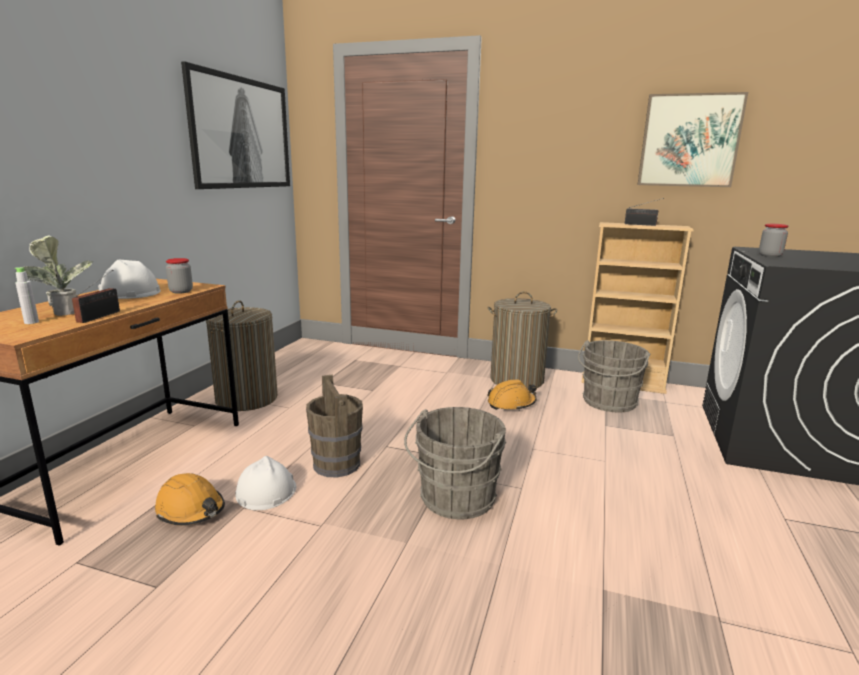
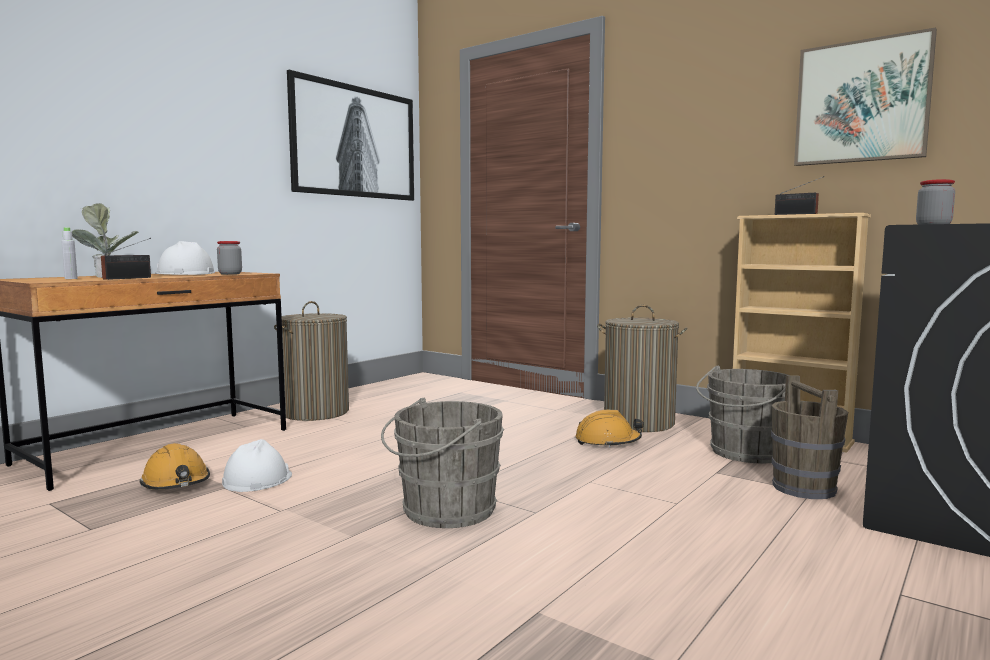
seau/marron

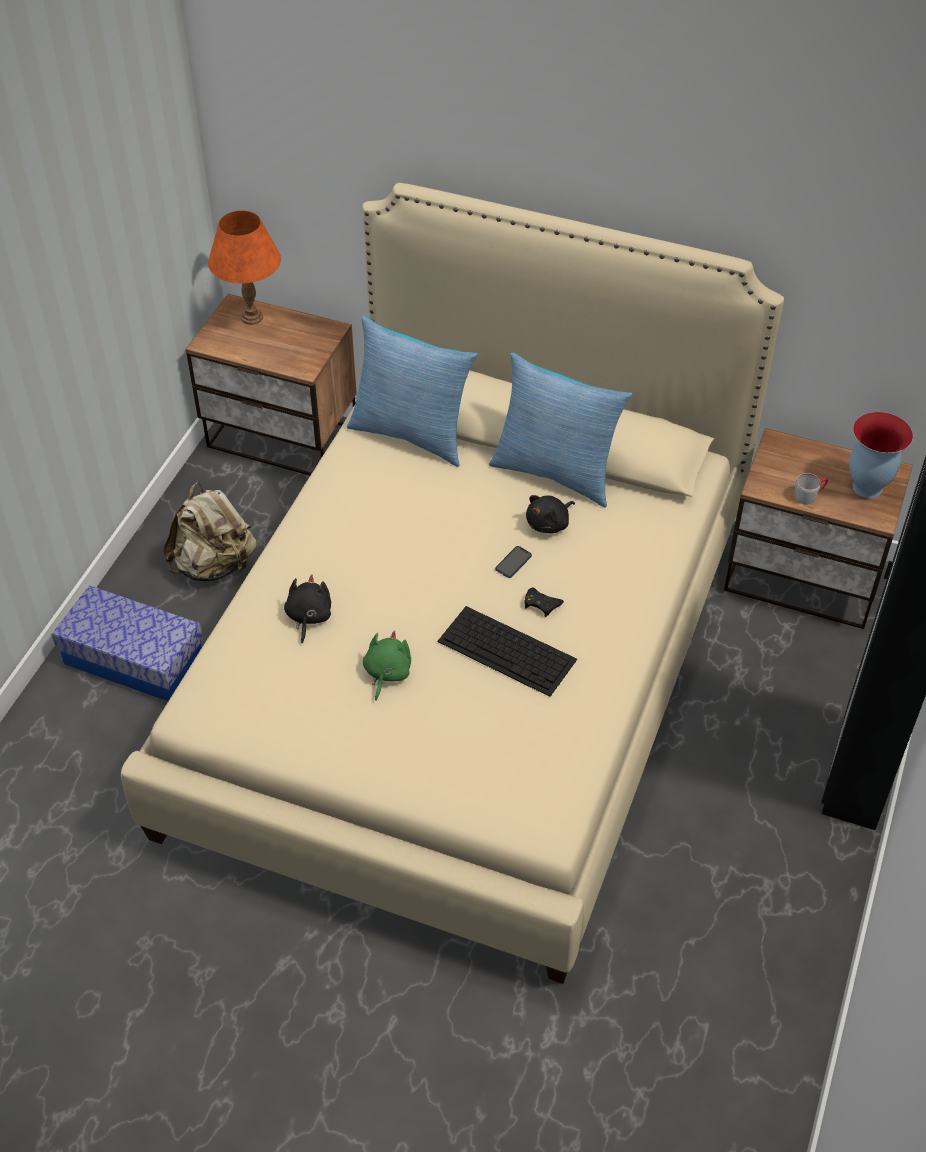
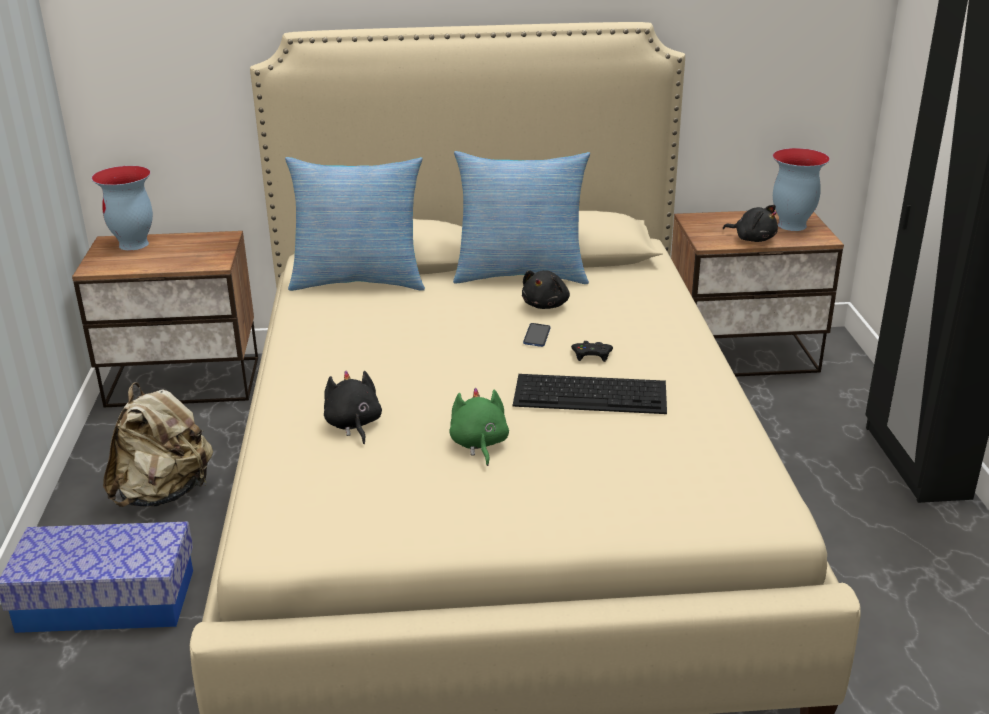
vase (no. 1 from left); peluche/noir (no. 3 from left)

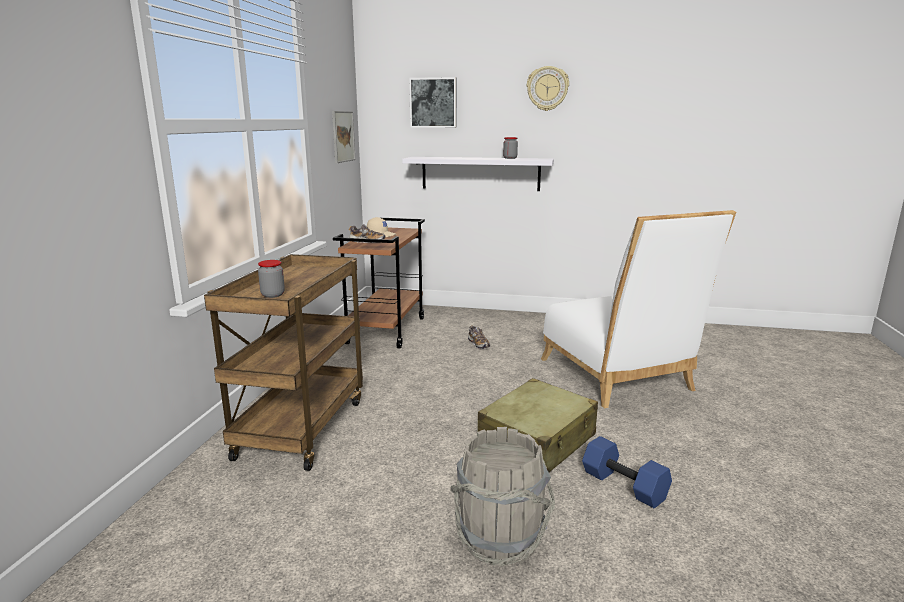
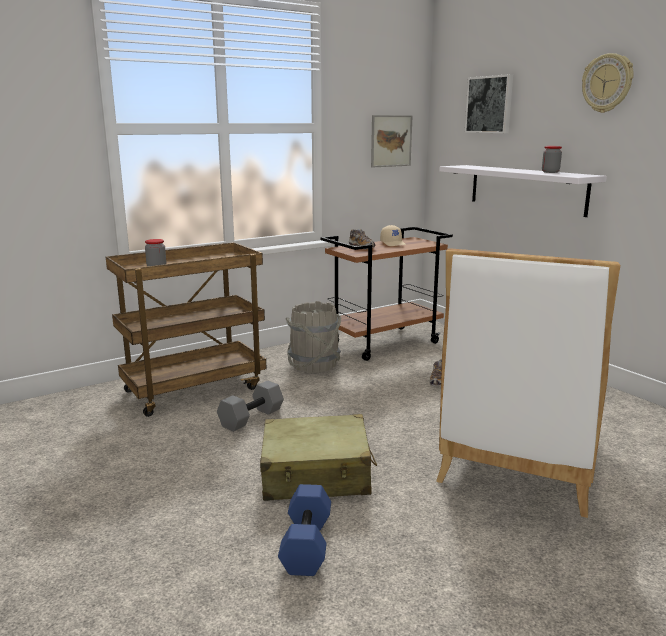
haltère/gris; seau/gris

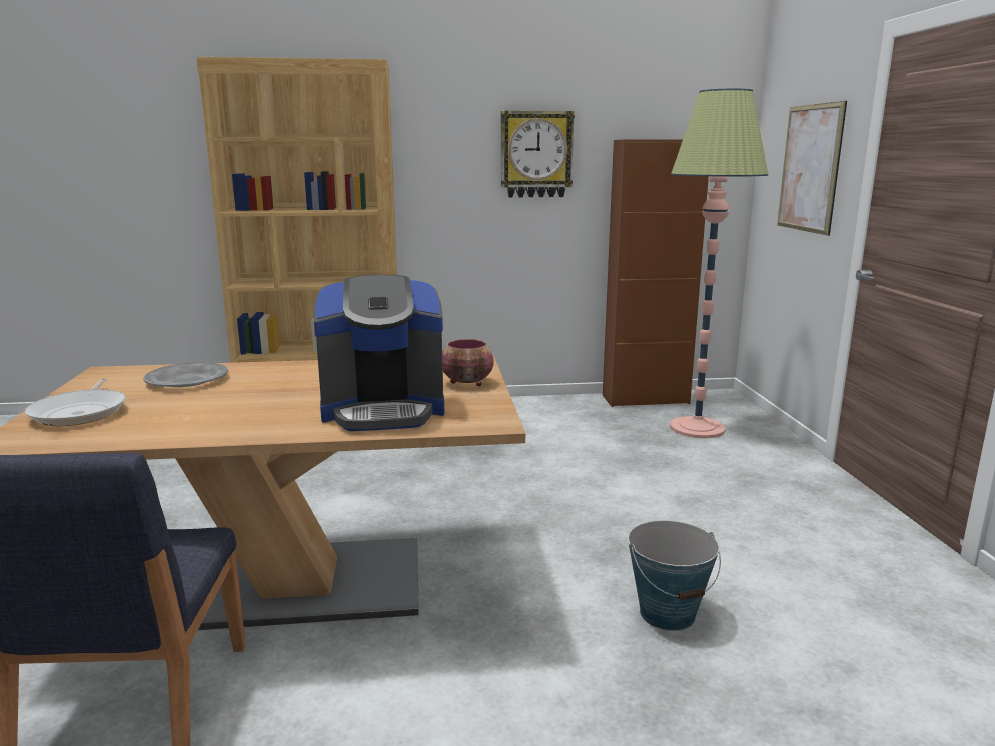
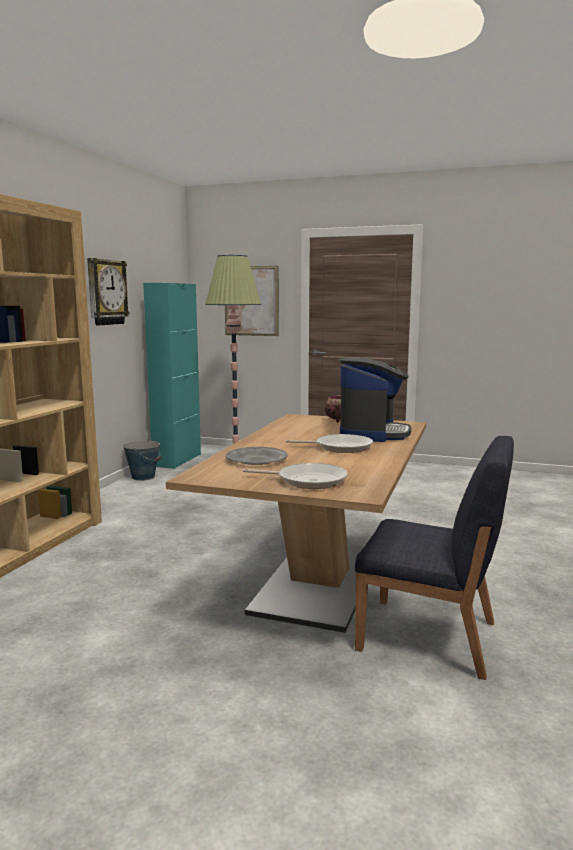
poêle (no. 2 from left); seau; meuble de rangement/turquoise

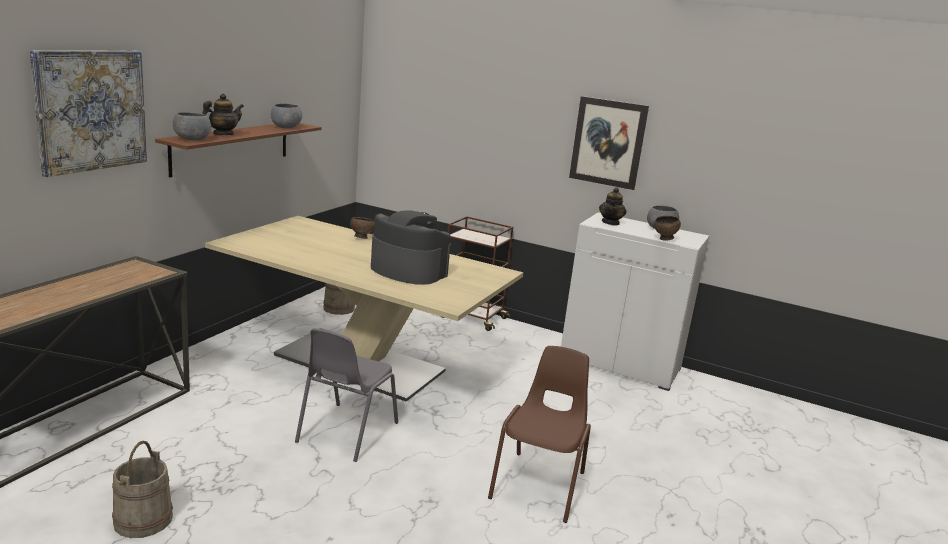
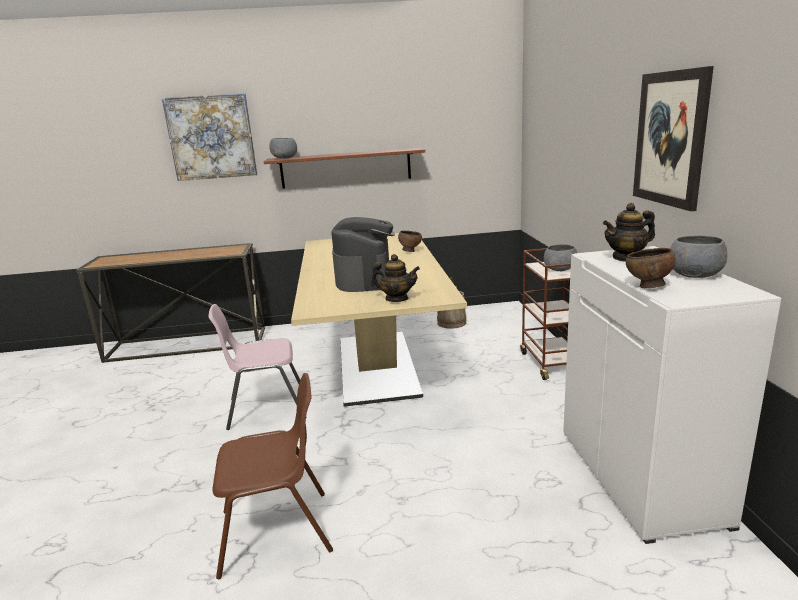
seau/beige (no. 1 from left in the first image); théière (no. 1 from left); bol/gris (no. 2 from left); chaise/rose

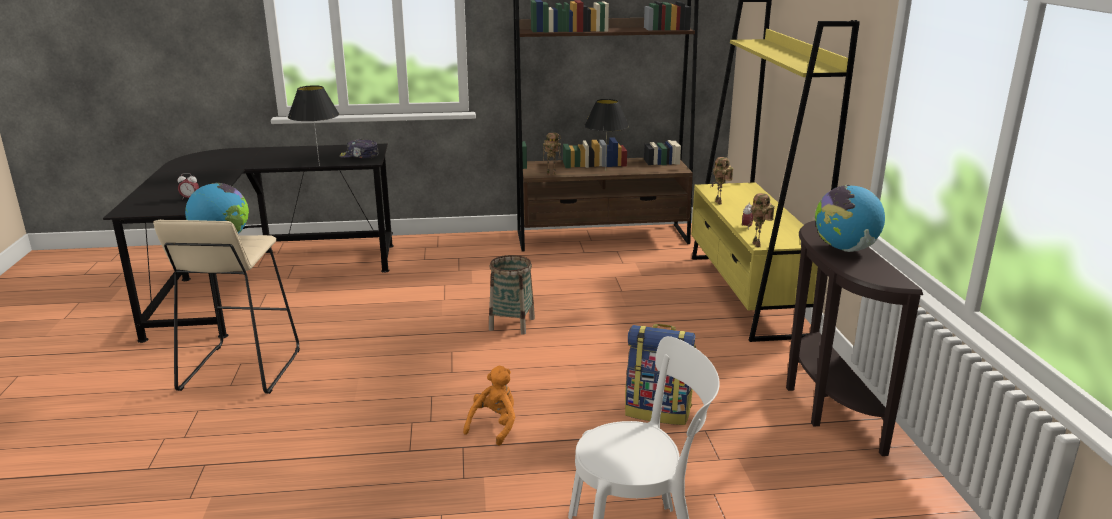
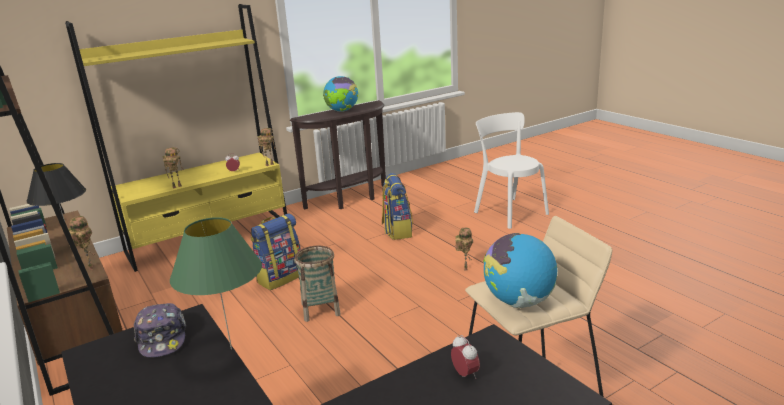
sac à dos (no. 1 from left); robot jouet (no. 4 from left); lampe de table/vert

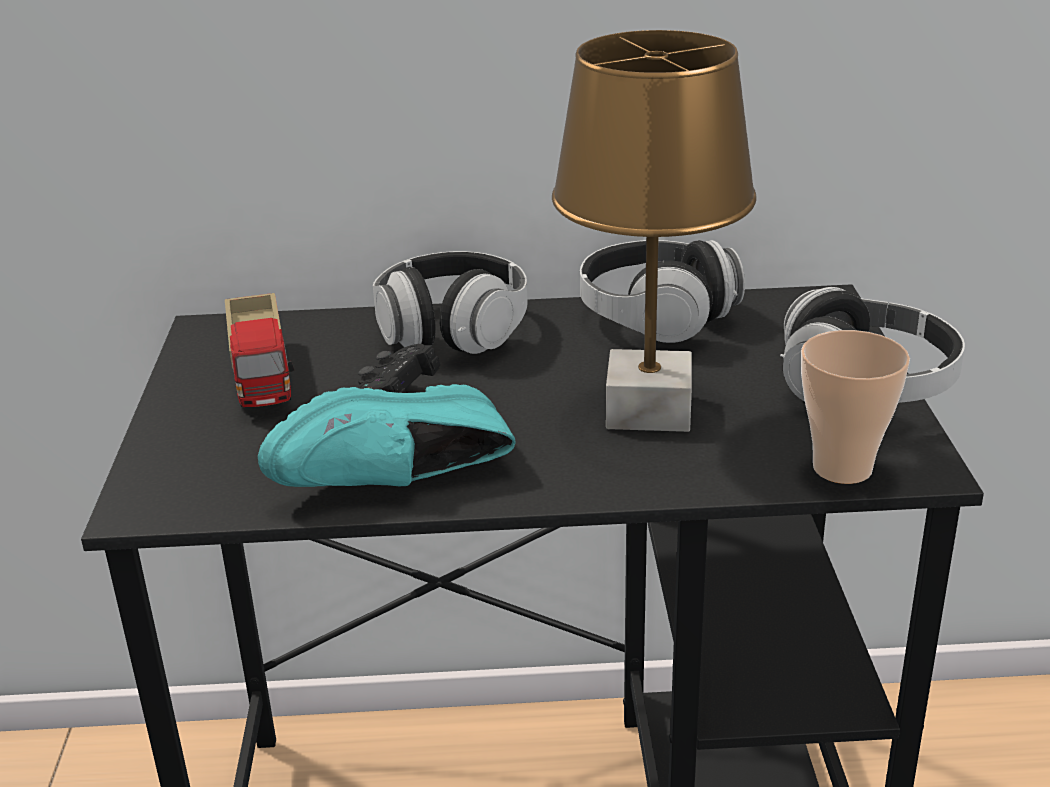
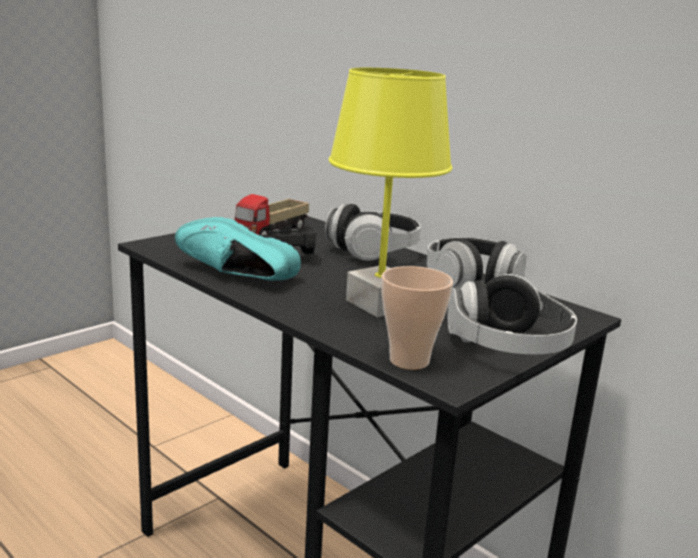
lampe de table/jaune

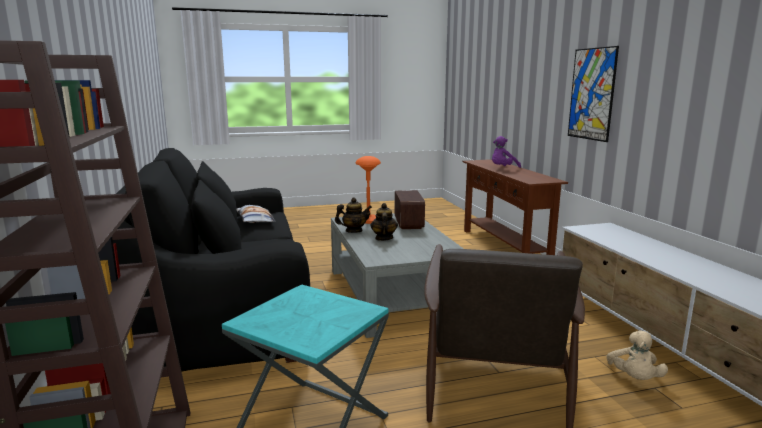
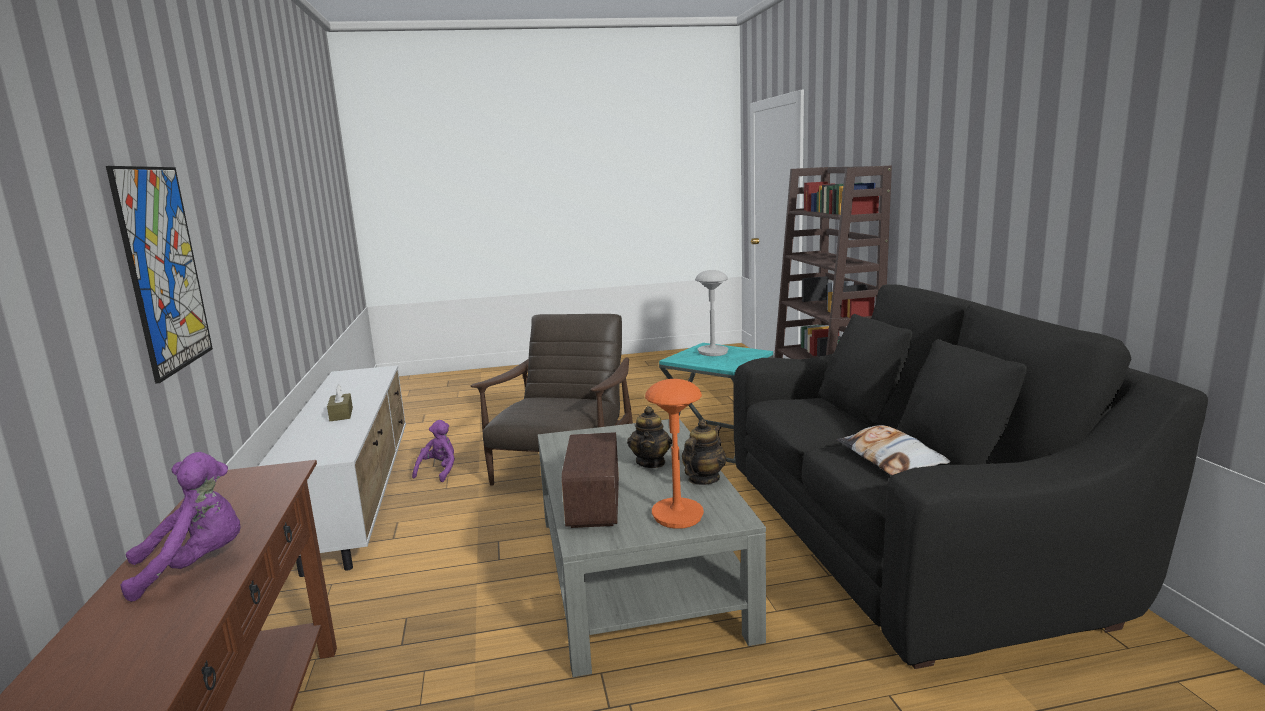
boîte à mouchoirs/marron; lampe de table/gris; peluche/violet (no. 2 from left); théière (no. 2 from left)

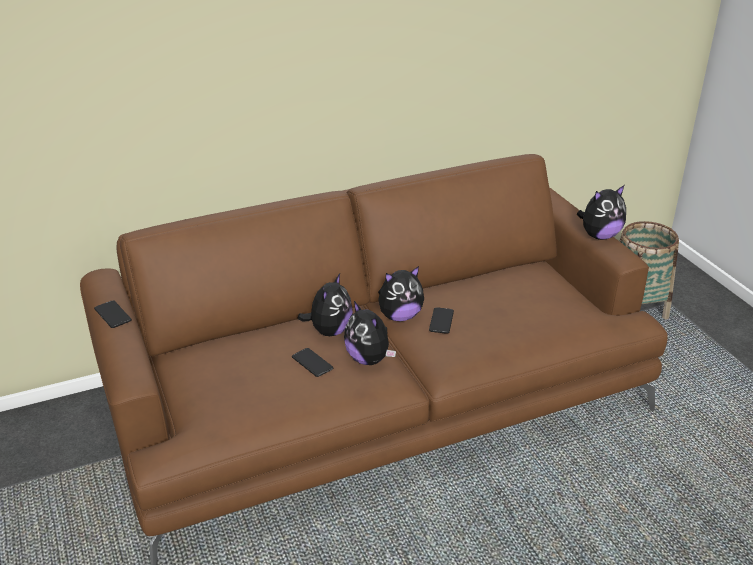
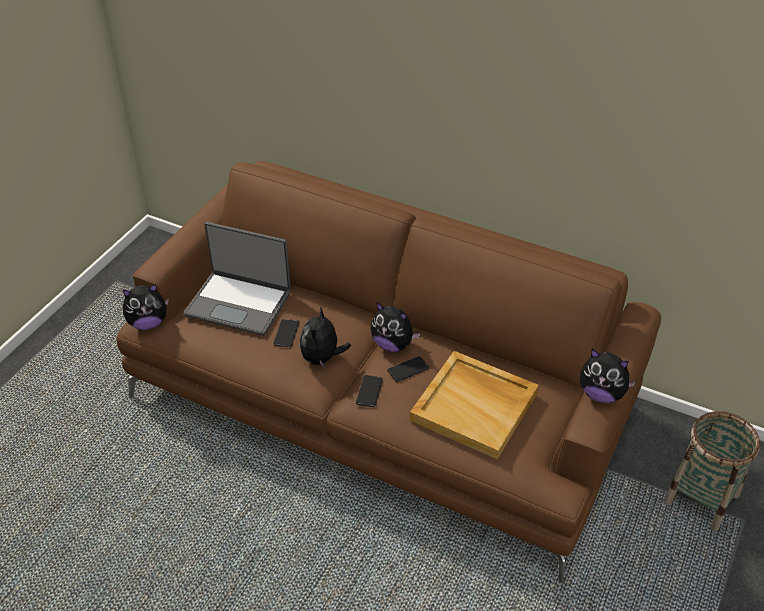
ordinateur portable; plateau/beige; téléphone (no. 2 from left); peluche (no. 1 from left)

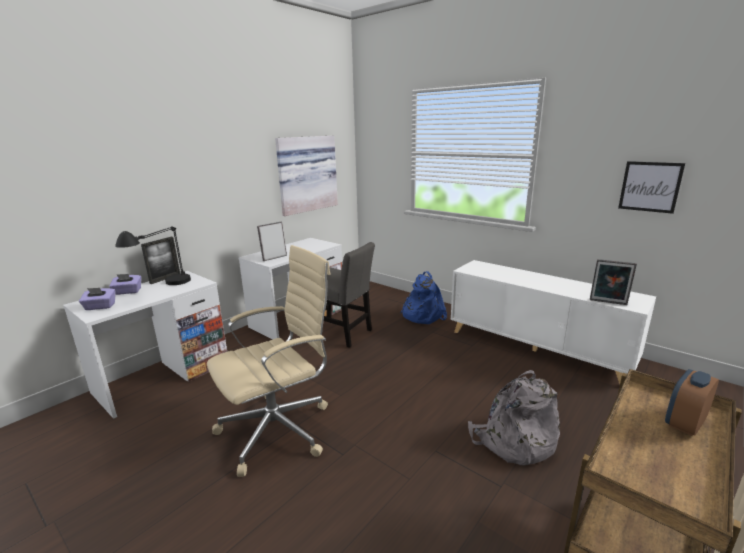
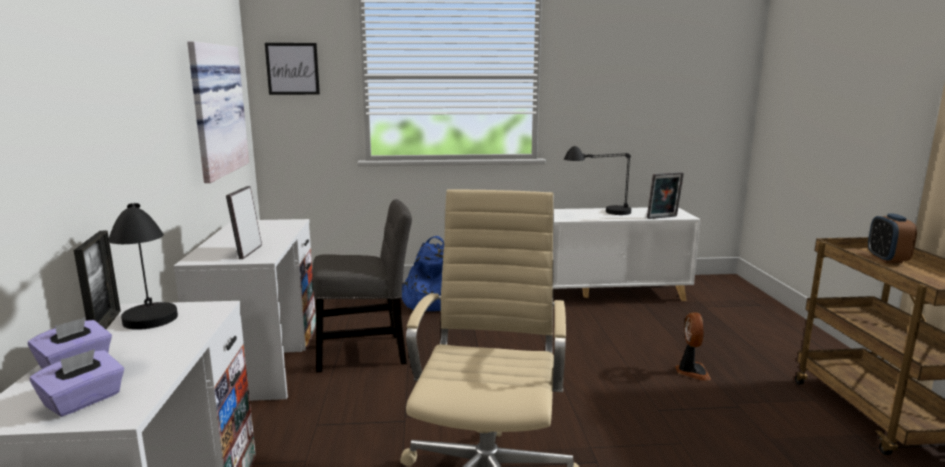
lampe de table/noir (no. 2 from left); tableau (no. 2 from left); ventilateur

